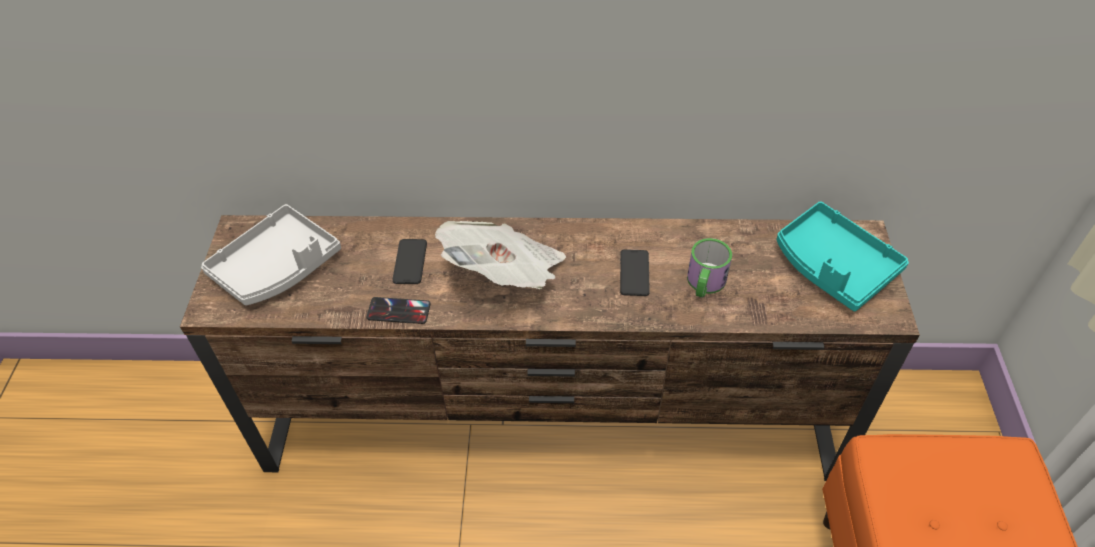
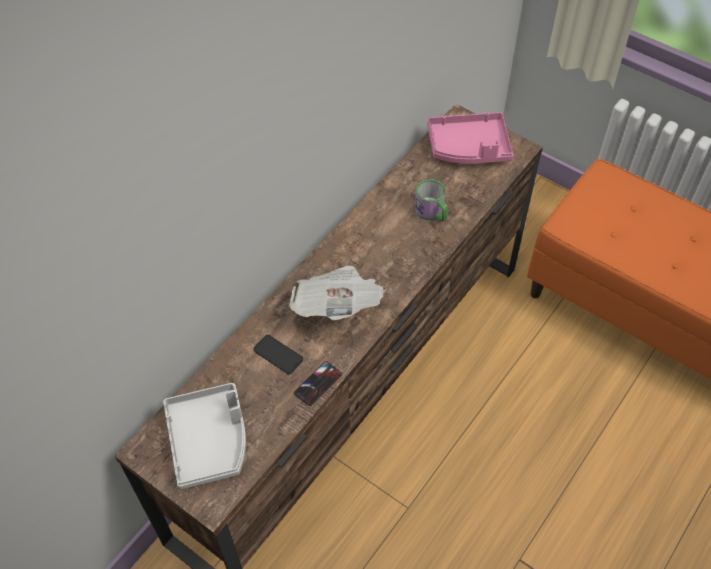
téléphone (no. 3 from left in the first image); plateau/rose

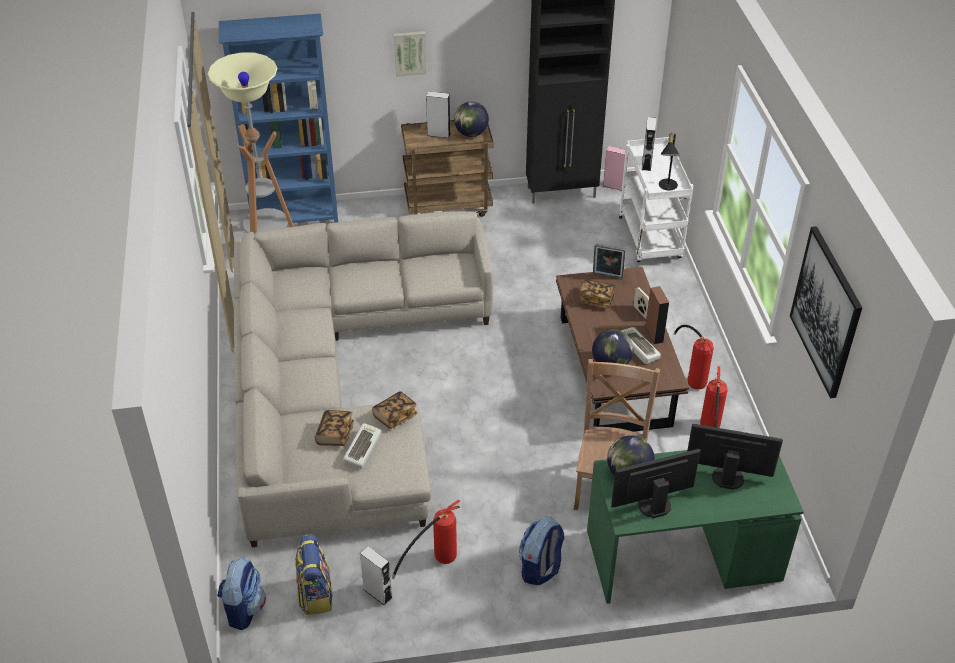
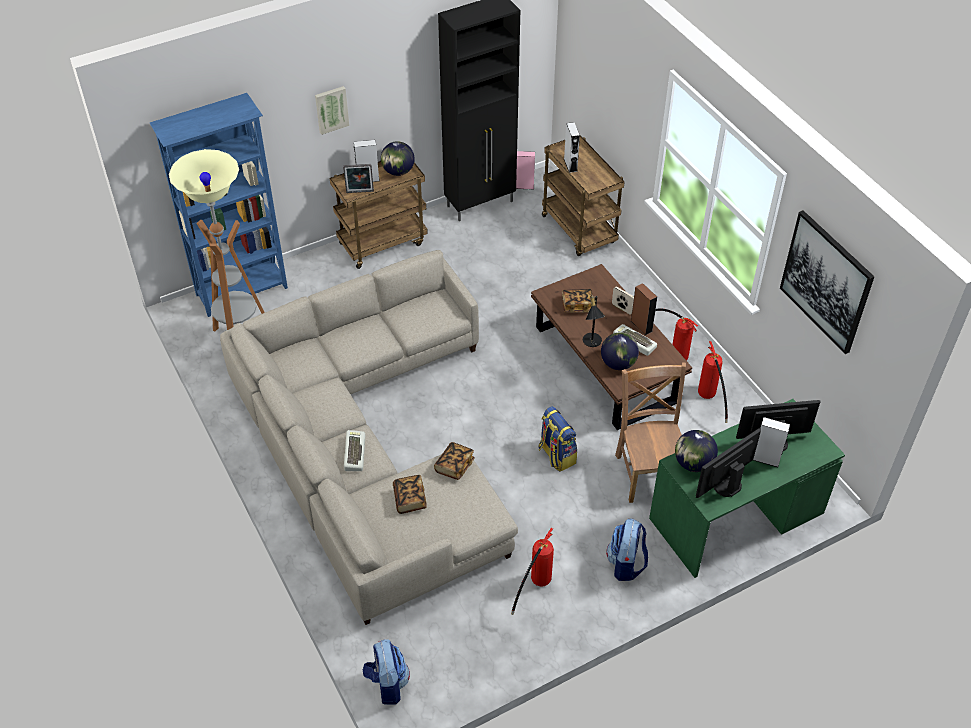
sac à dos (no. 2 from left); clavier (no. 1 from left); enceinte/gris (no. 3 from left); cadre photo (no. 1 from left); lampe de table/noir; chariot/marron (no. 2 from left)

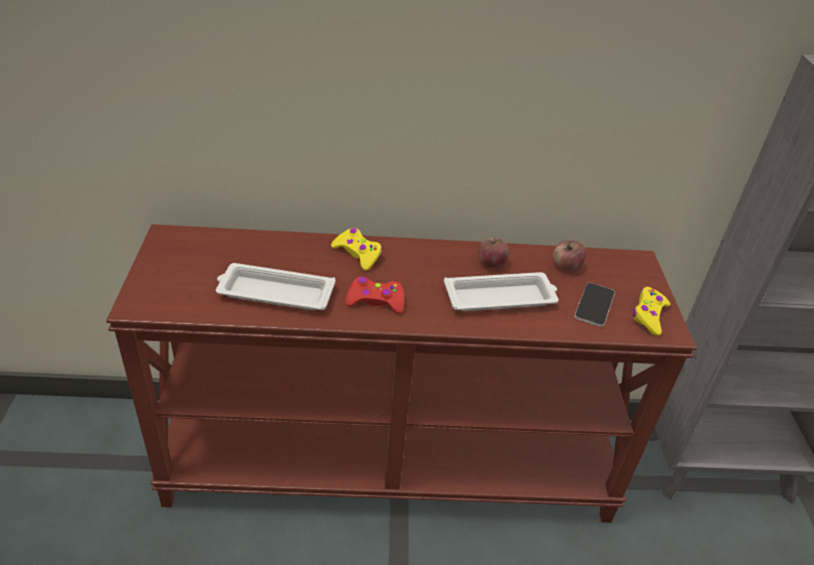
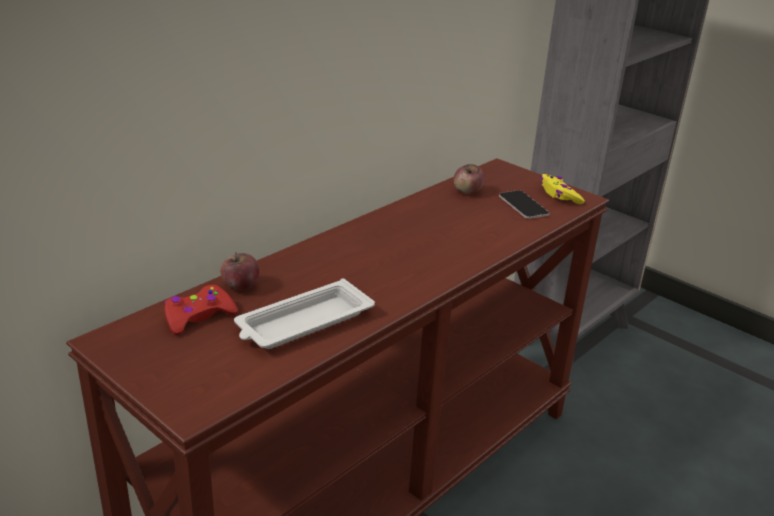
manette/jaune (no. 1 from left in the first image); plateau/blanc (no. 2 from left in the first image); manette/rouge; pomme (no. 1 from left)

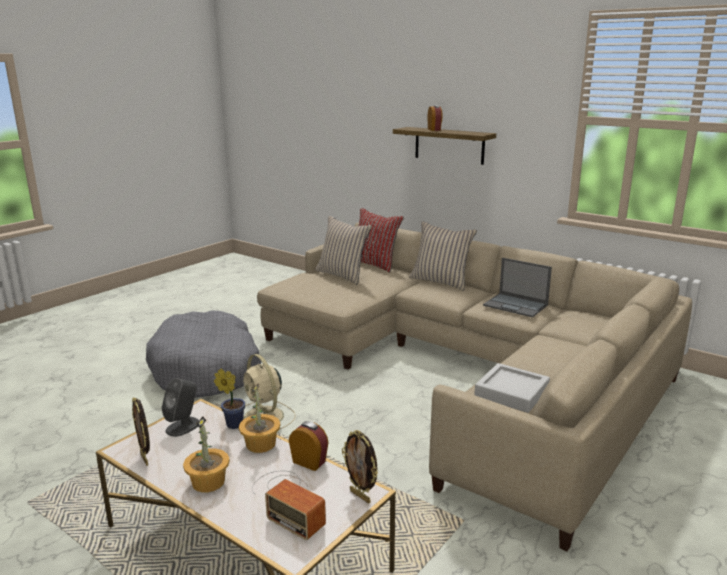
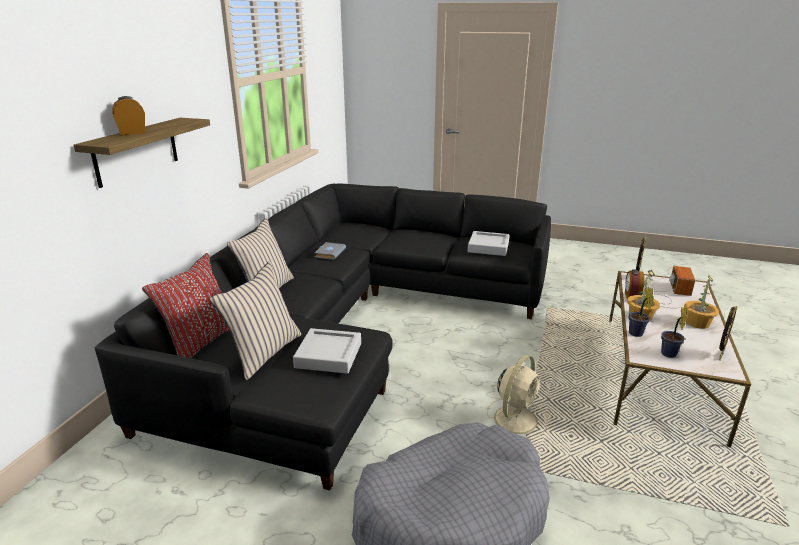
plateau/gris (no. 1 from left); plante en pot (no. 3 from left); livre/gris; canapé/noir

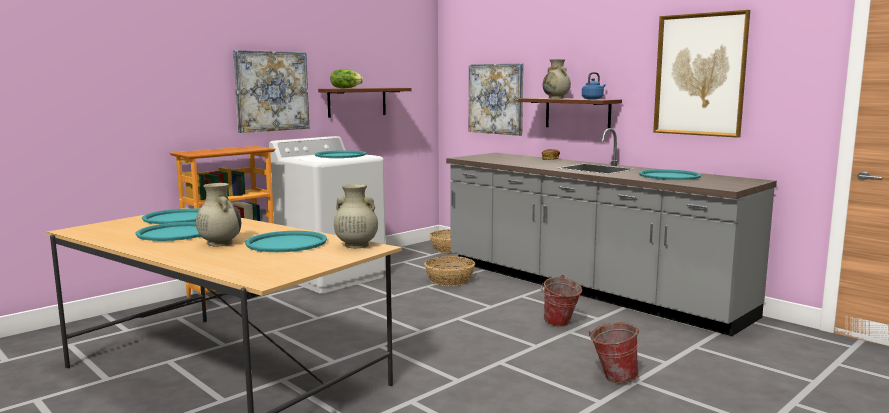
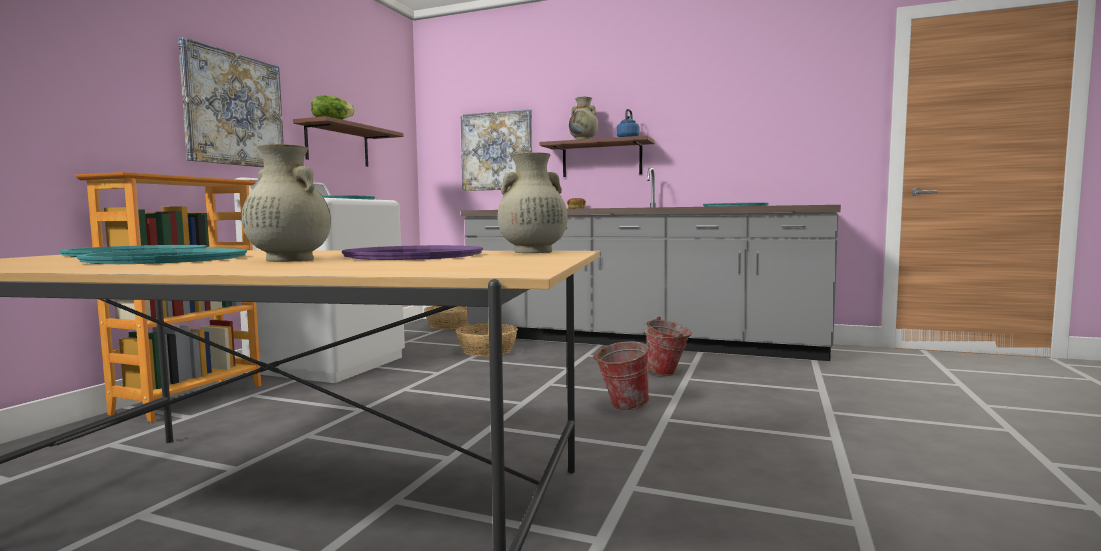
tableau (no. 3 from left in the first image); seau (no. 1 from left); plateau/violet

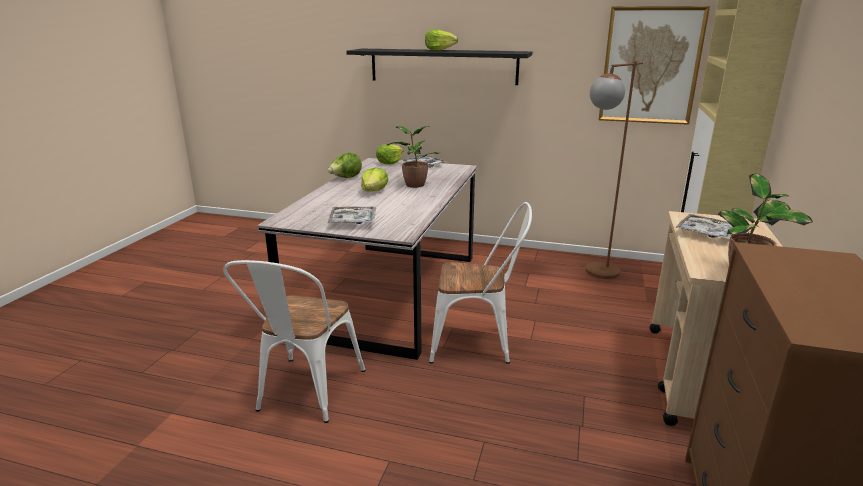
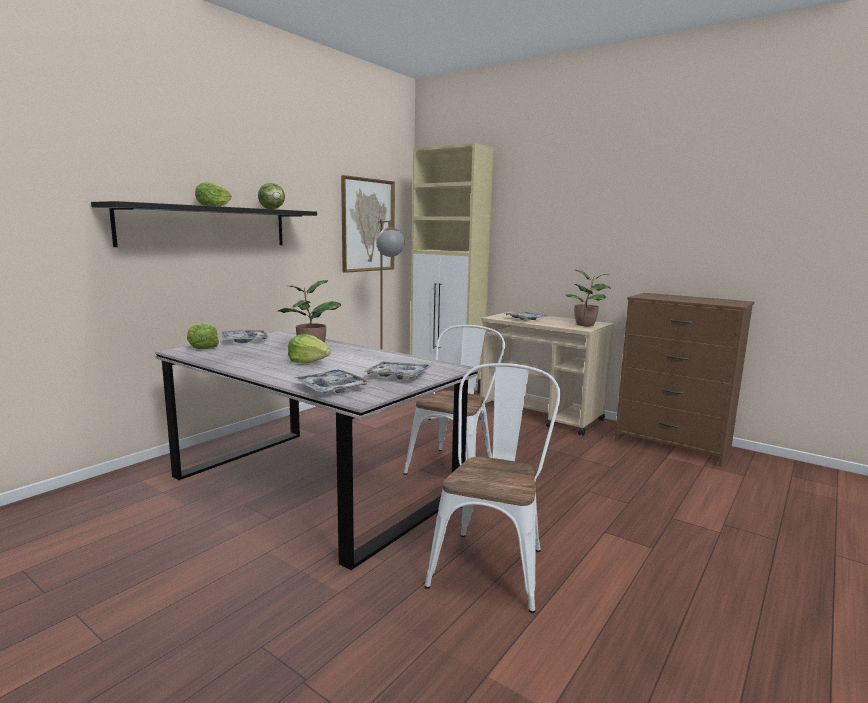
plateau (no. 2 from left); laitue (no. 3 from left); chaise/blanc (no. 2 from left)

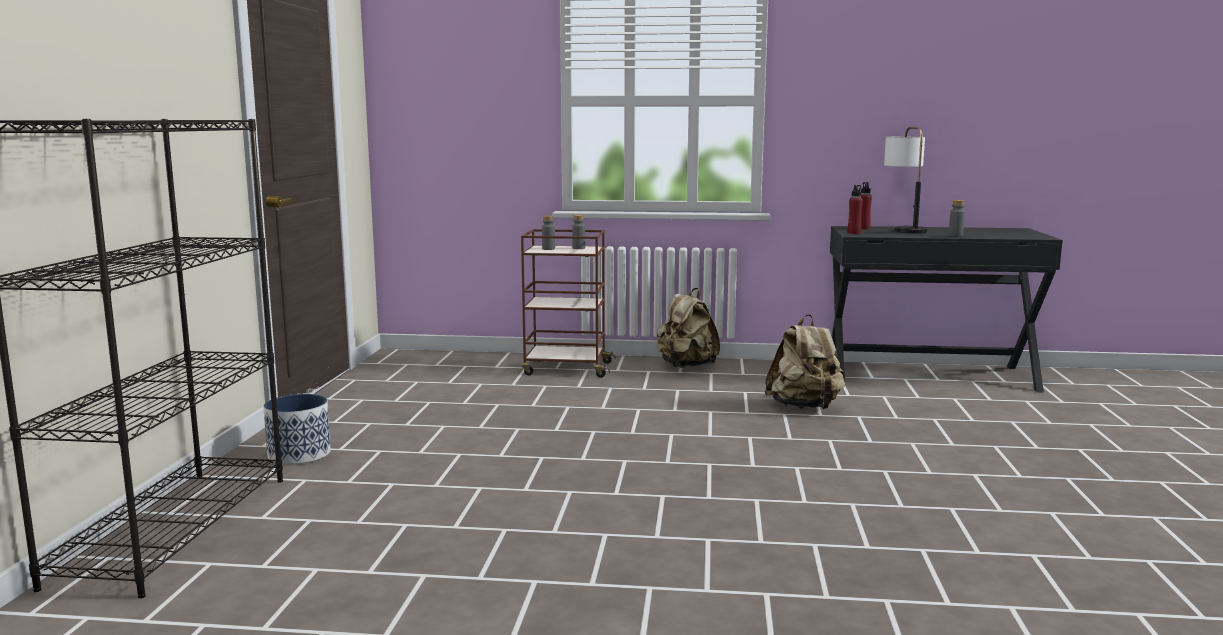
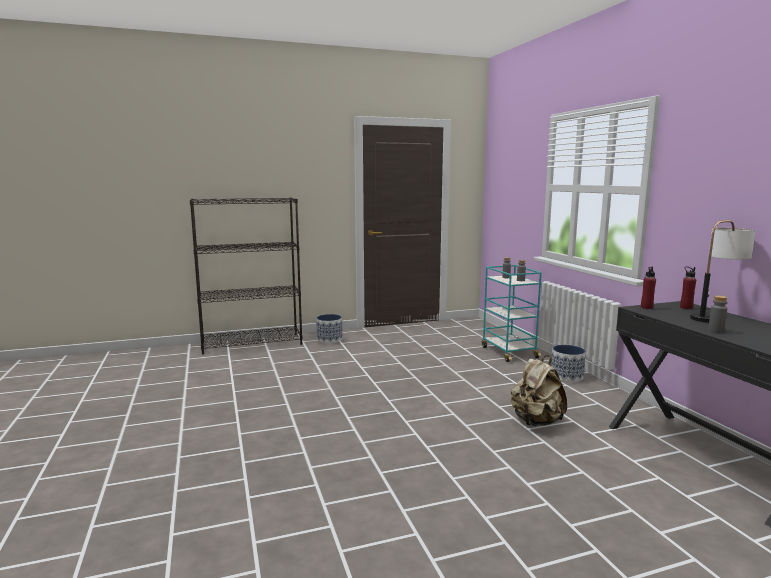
cache-pot (no. 2 from left); chariot/turquoise

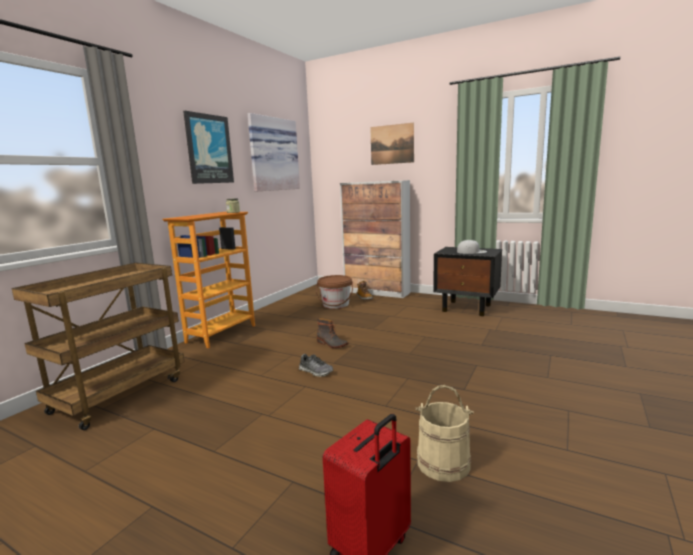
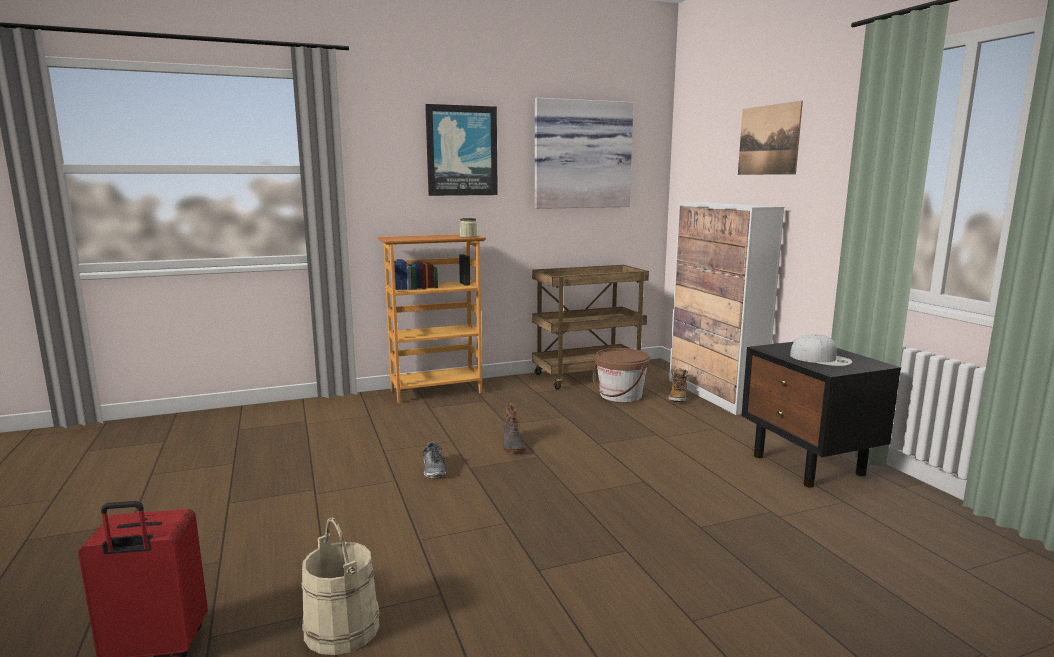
chariot/marron

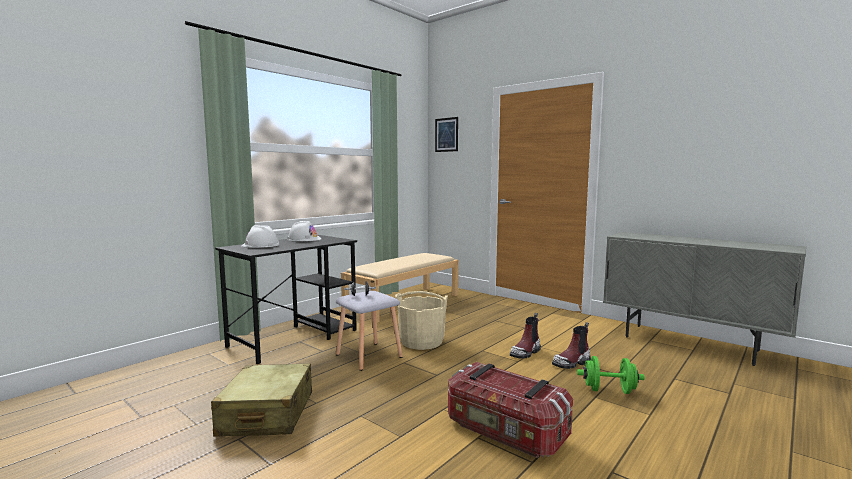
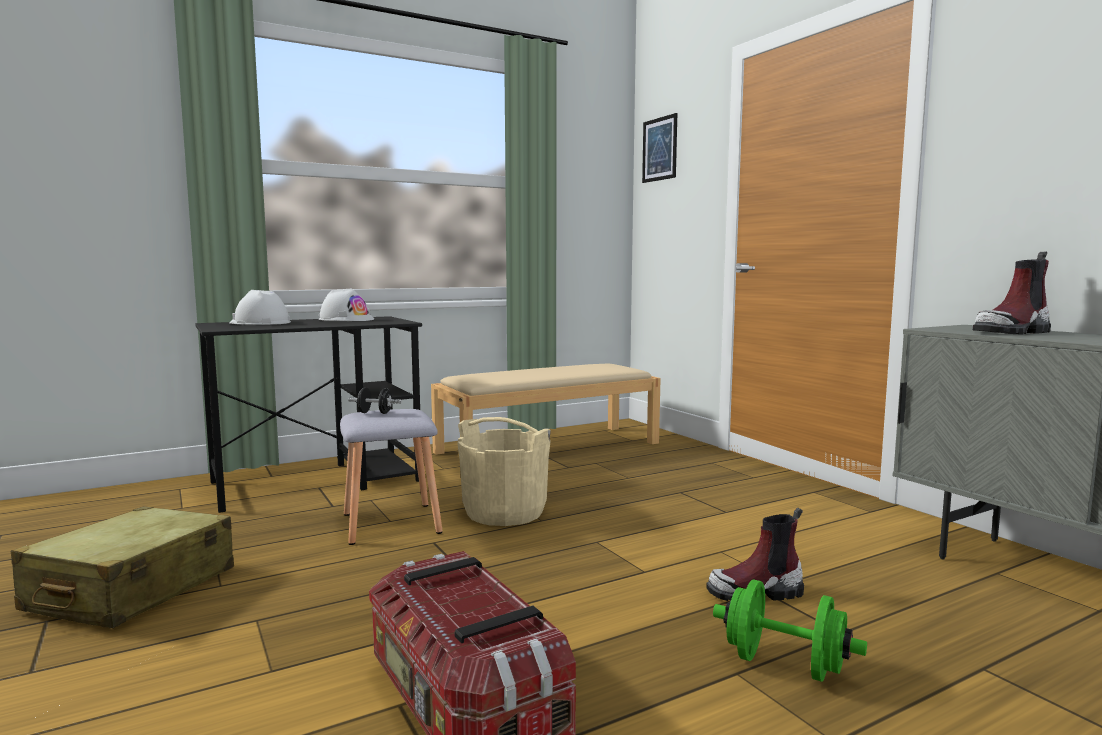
botte (no. 2 from left)

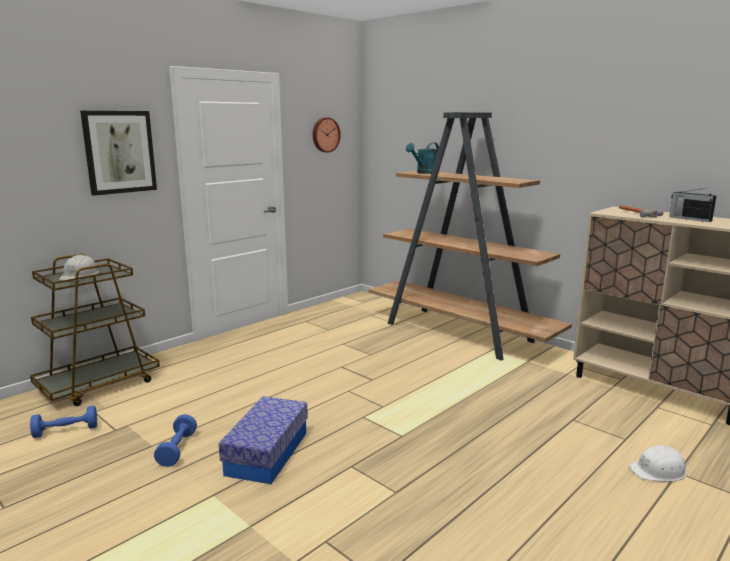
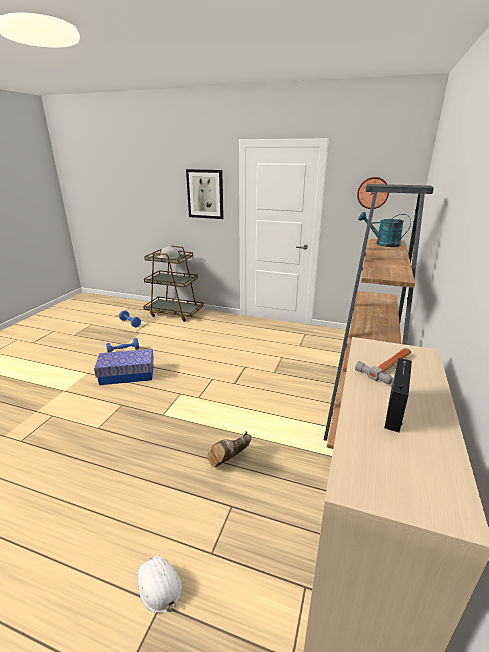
botte/marron

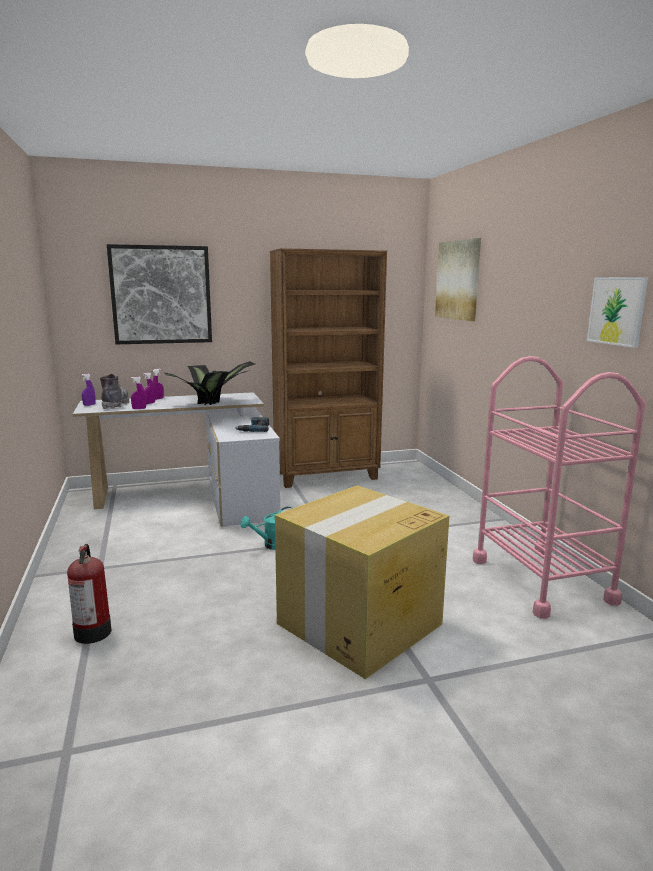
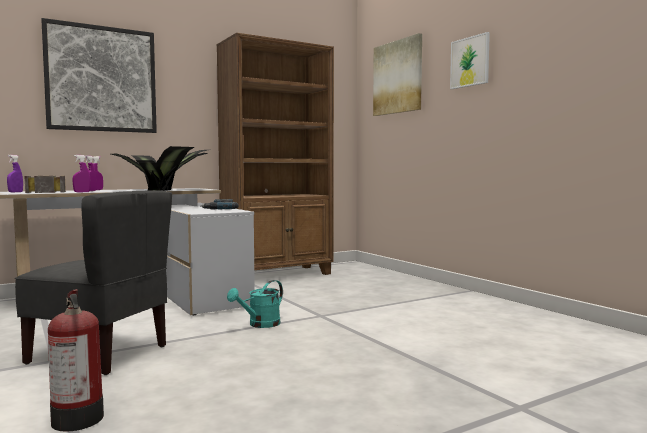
carton; chariot/rose; chaise/gris; tableau (no. 3 from left); marteau

